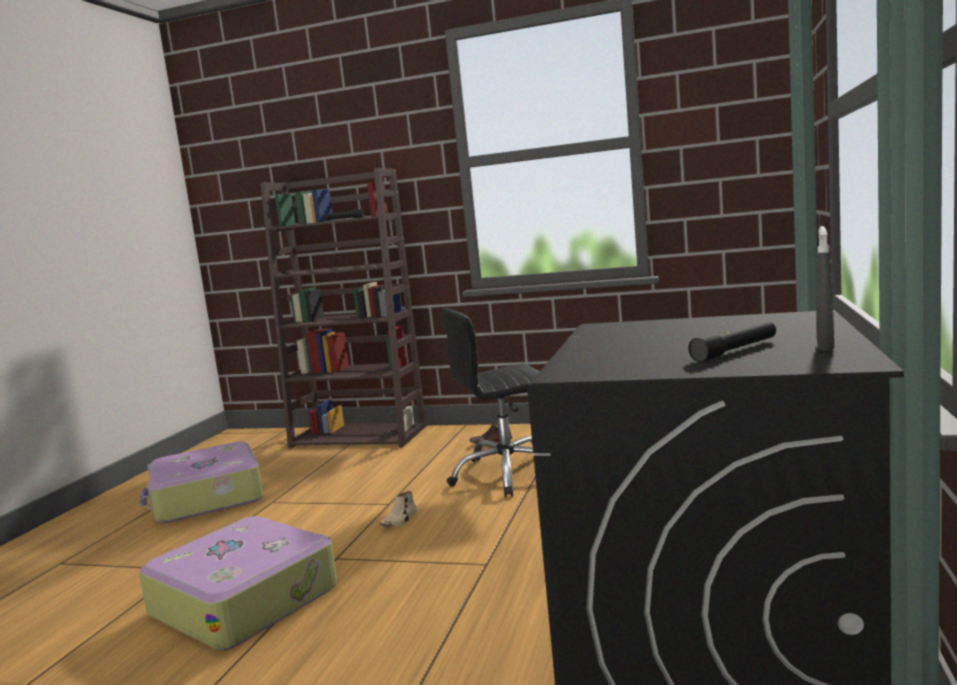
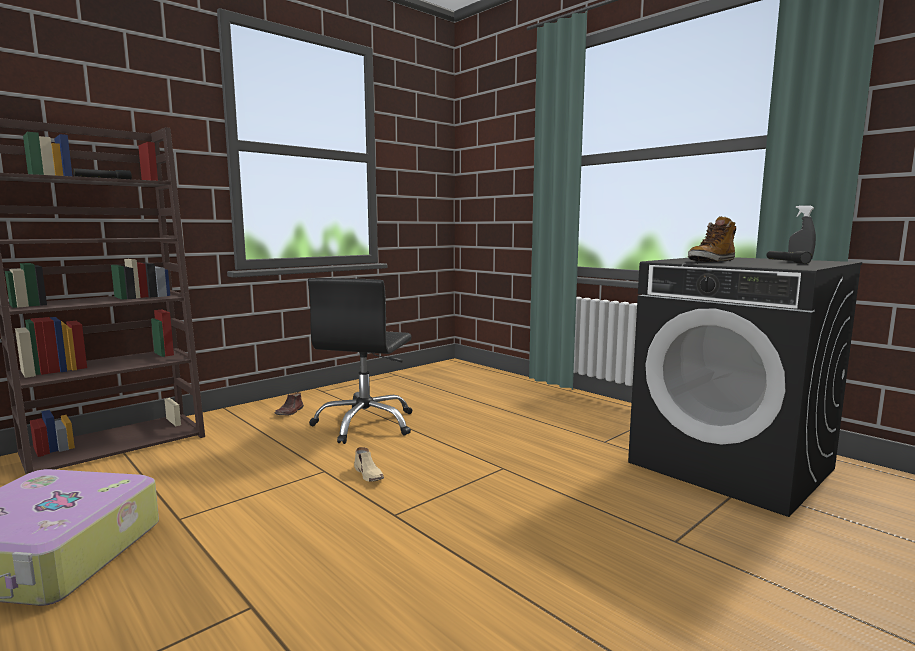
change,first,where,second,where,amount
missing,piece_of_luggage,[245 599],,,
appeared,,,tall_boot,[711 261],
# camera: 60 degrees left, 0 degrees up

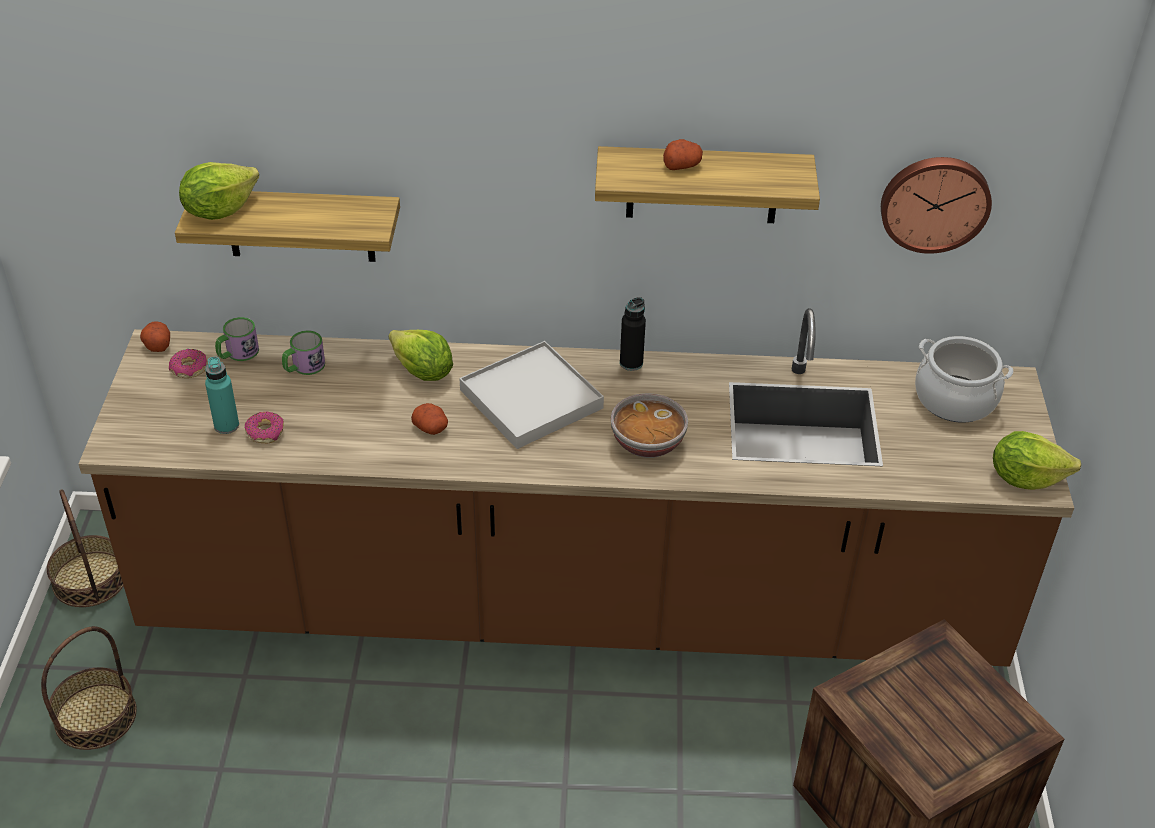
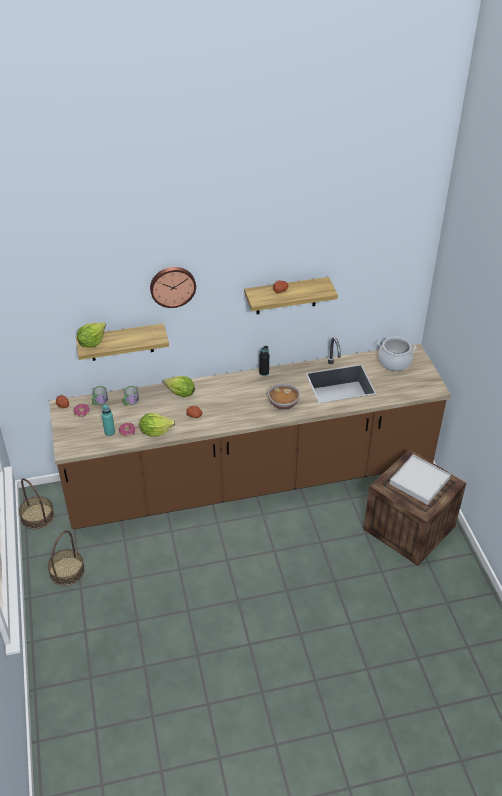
change,first,where,second,where,amount
relocated,clock_on_the_wall,[934 202],,[172 286],
relocated,white_tray,[531 399],,[419 481],
relocated,lettuce_head,[1025 478],,[155 431],
# camera: 15 degrees left, 0 degrees up

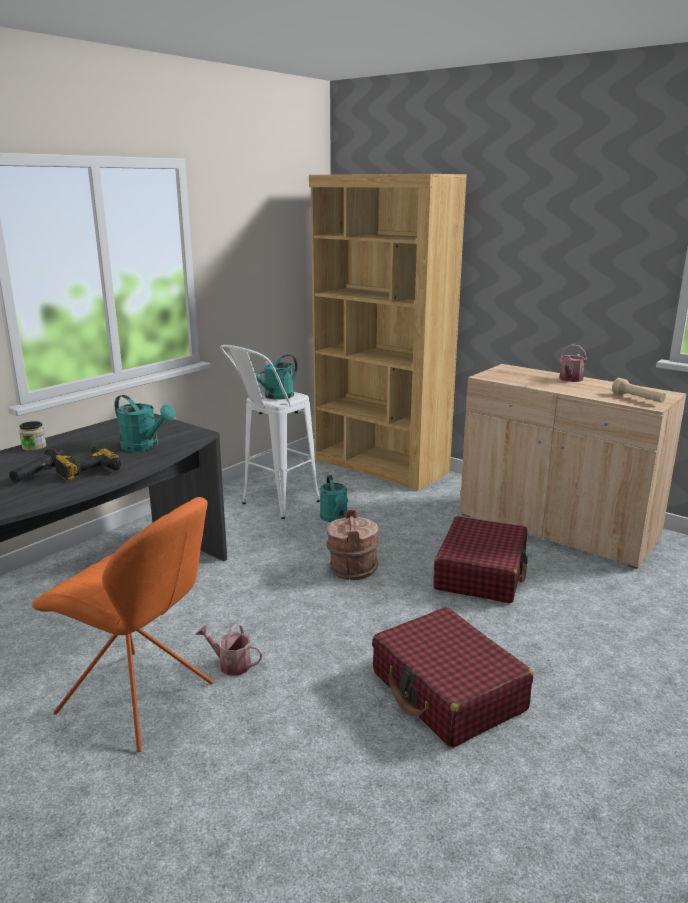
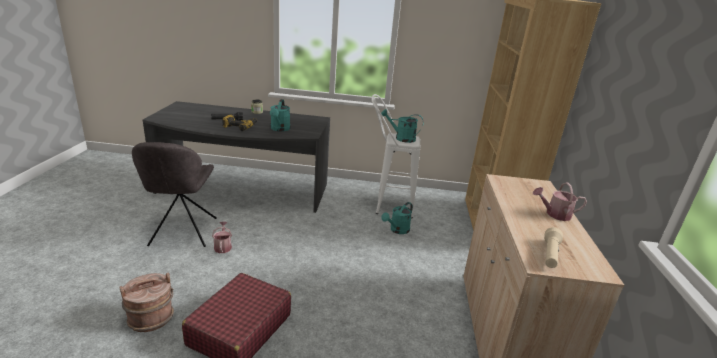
change,first,where,second,where,amount
colour,orange-coloured_upright_chair,[140 700],gray_upright_chair,[183 233],
relocated,brownish_pail,[352 569],,[151 318],
missing,reddish_piece_of_luggage,[481 573],,,
# camera: 55 degrees right, 5 degrees up

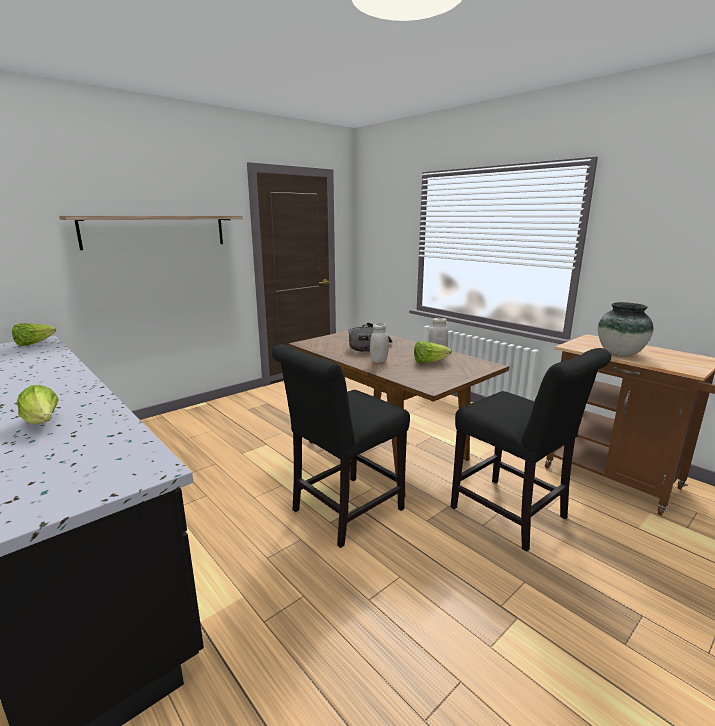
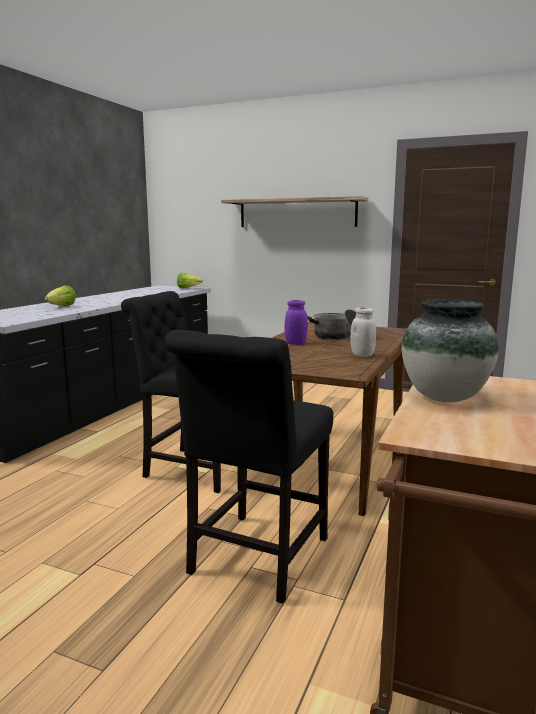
change,first,where,second,where,amount
colour,white_preserve_jar,[379 361],purple_preserve_jar,[295 343],
missing,lettuce_head,[429 362],,,
# camera: 65 degrees right, 5 degrees down

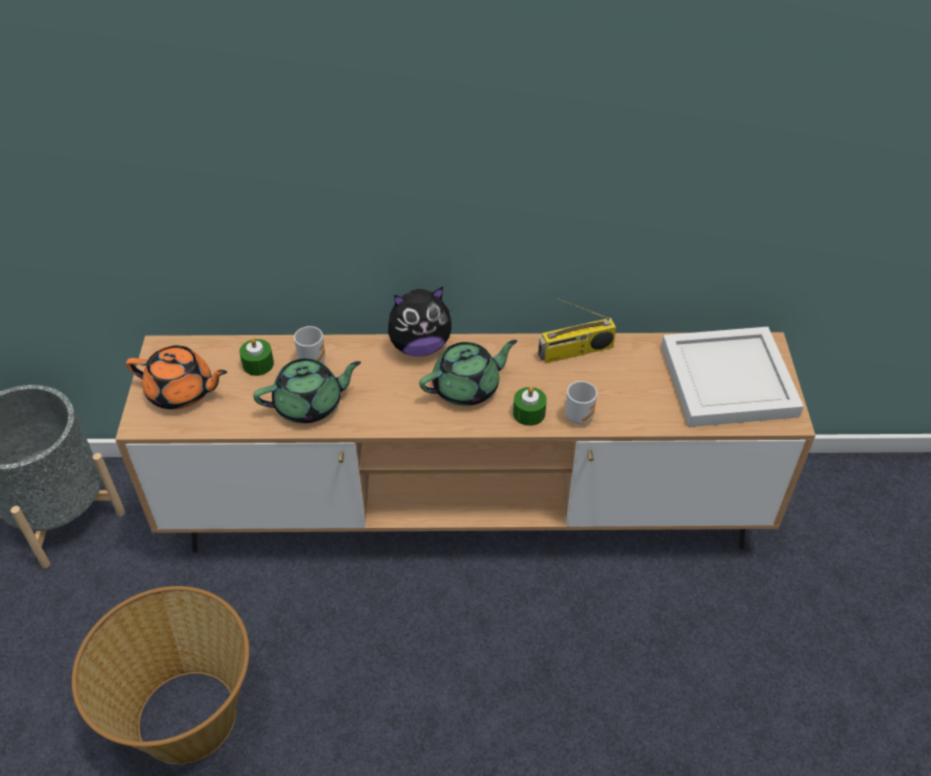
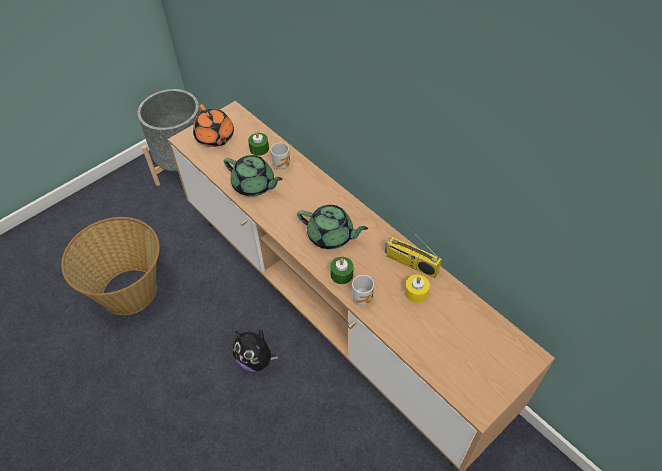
change,first,where,second,where,amount
relocated,soft_toy,[420 346],,[256 359],
missing,white_tray,[729 379],,,
appeared,,,yellow_wax_candle,[416 292],
# camera: 50 degrees right, 5 degrees up

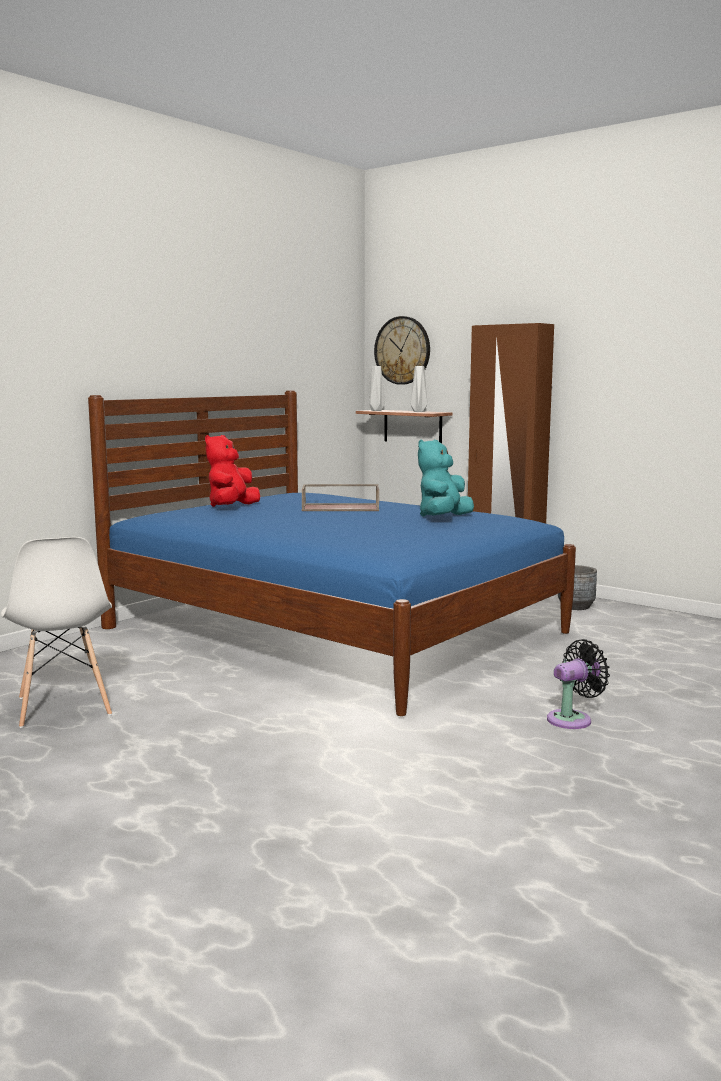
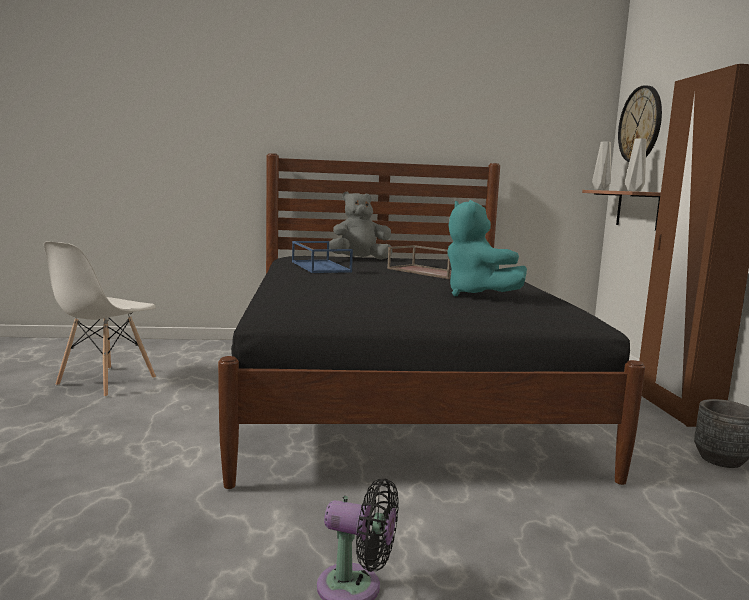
change,first,where,second,where,amount
colour,bluish_sleeping_bed,[333 631],black-coloured_sleeping_bed,[396 393],
colour,reddish_soft_toy,[232 507],gray_soft_toy,[359 259],
spun,turquoise_soft_toy,[443 518],,[476 294],105 degrees counterclockwise
appeared,,,bluish_tray,[319 266],
# camera: 45 degrees right, 0 degrees up

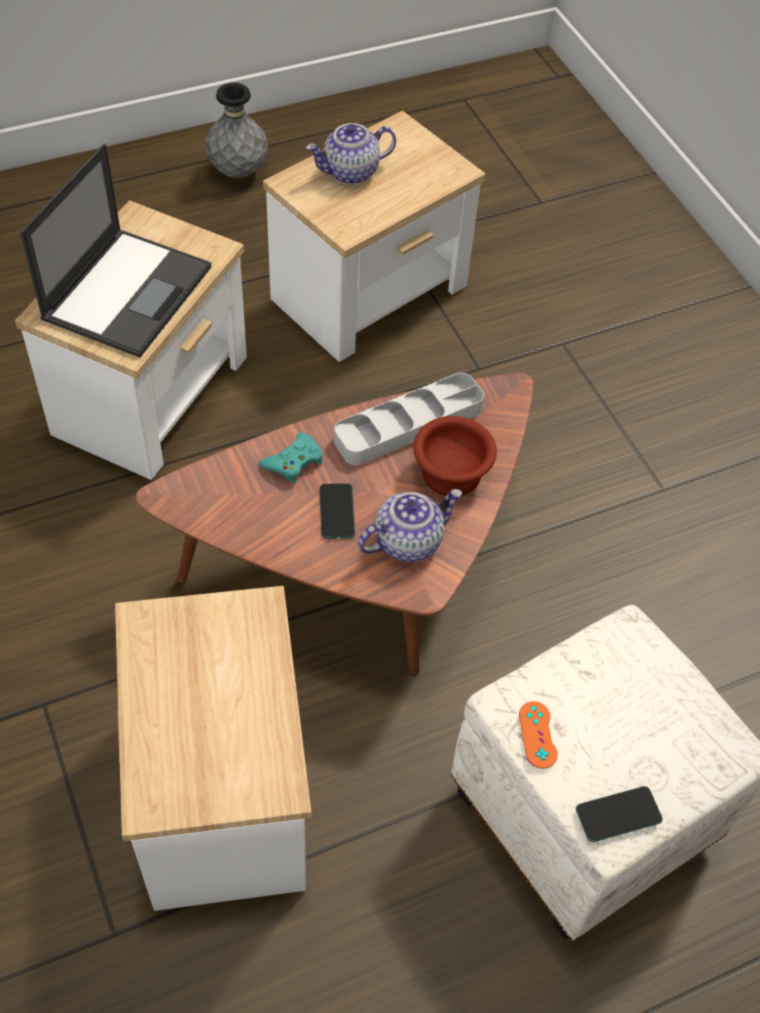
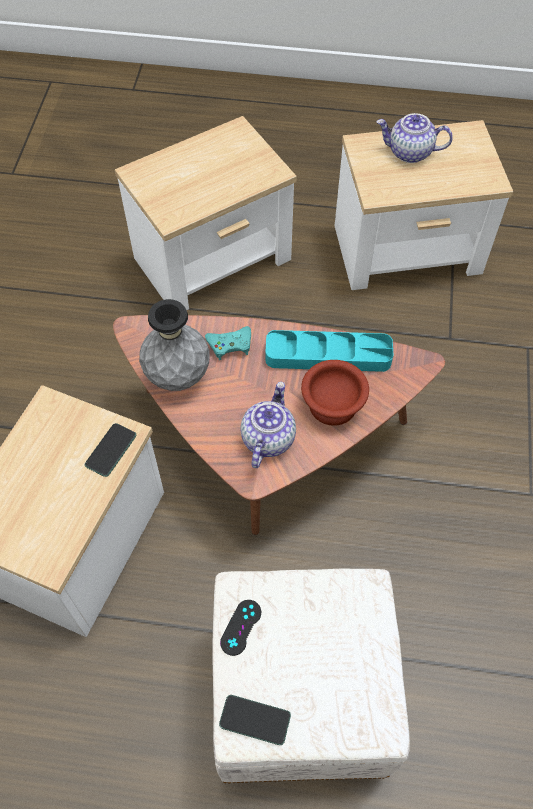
change,first,where,second,where,amount
relocated,gray_decorative_vase,[238 172],,[178 376],
missing,notebook_computer,[128 291],,,
colour,gray_tray,[408 424],turquoise_tray,[328 355],
relocated,phone,[337 512],,[111 450],
spun,tea_pot,[408 540],,[267 438],75 degrees counterclockwise
colour,orange-coloured_game_controller,[537 735],black-coloured_game_controller,[241 627],
# camera: 35 degrees right, 5 degrees up

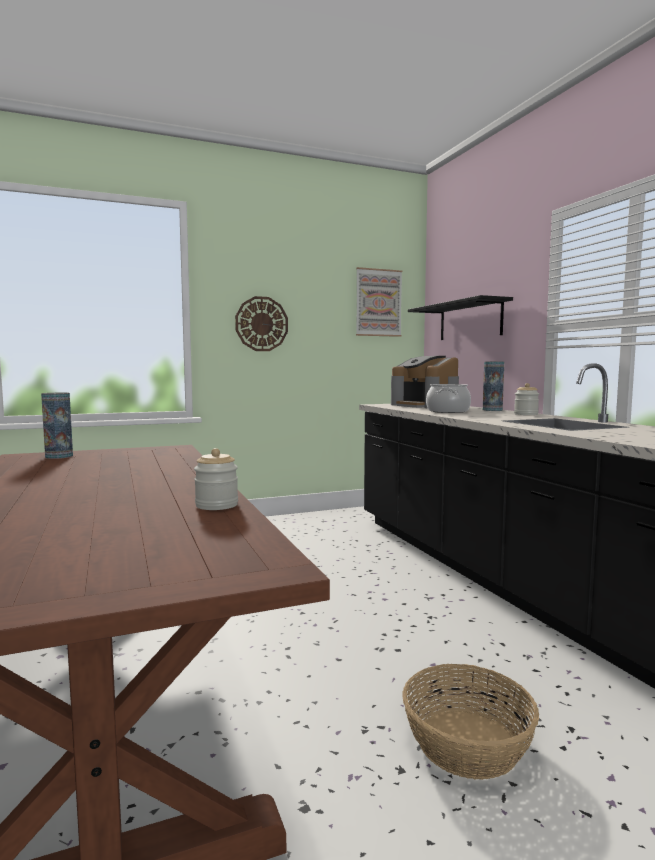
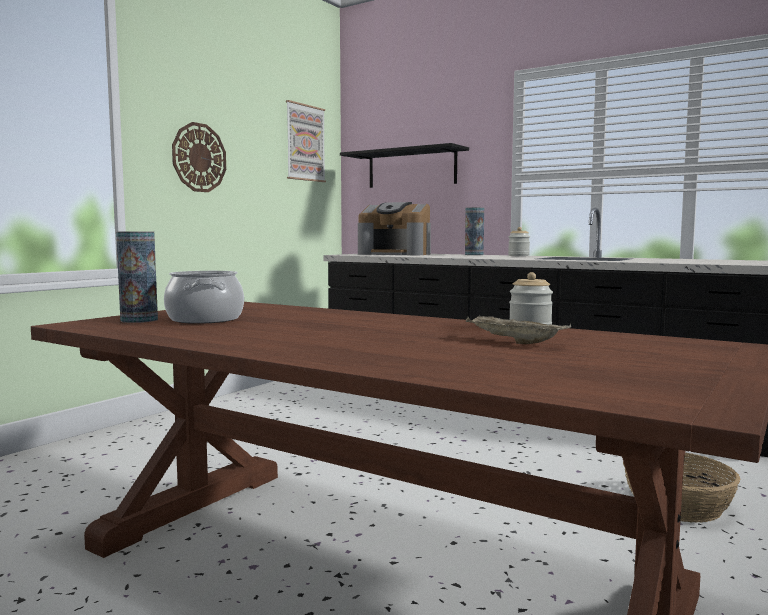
change,first,where,second,where,amount
relocated,stockpot,[447 411],,[204 319],
appeared,,,beige_tray,[513 342],
# camera: 35 degrees left, 0 degrees up

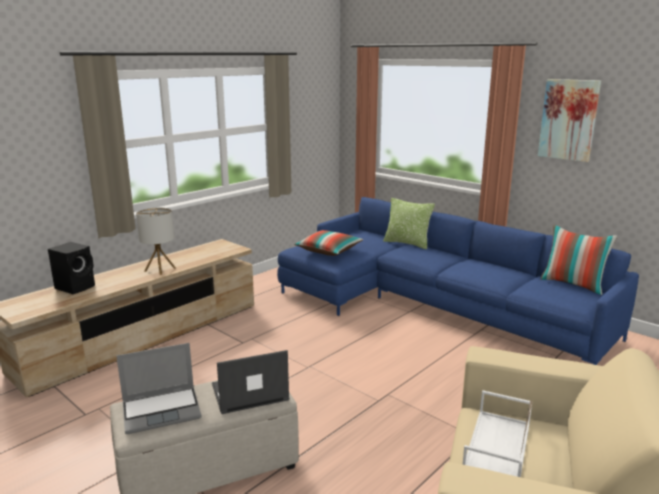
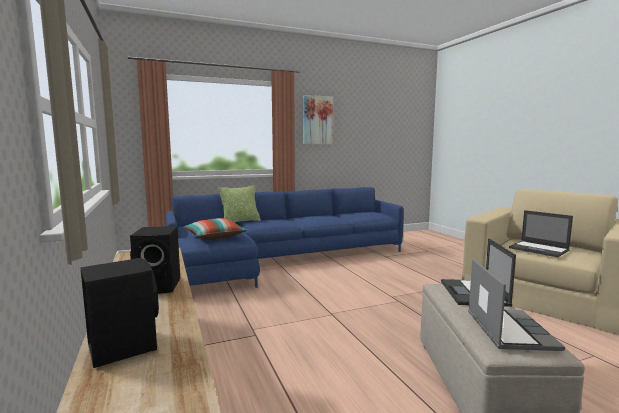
change,first,where,second,where,amount
exchanged,tabletop_lamp,[160 269],black-coloured_speaker,[160 286],
missing,throw_pillow,[573 284],,,
exchanged,white_tray,[498 447],notebook_computer,[539 249],
# camera: 65 degrees left, 10 degrees down

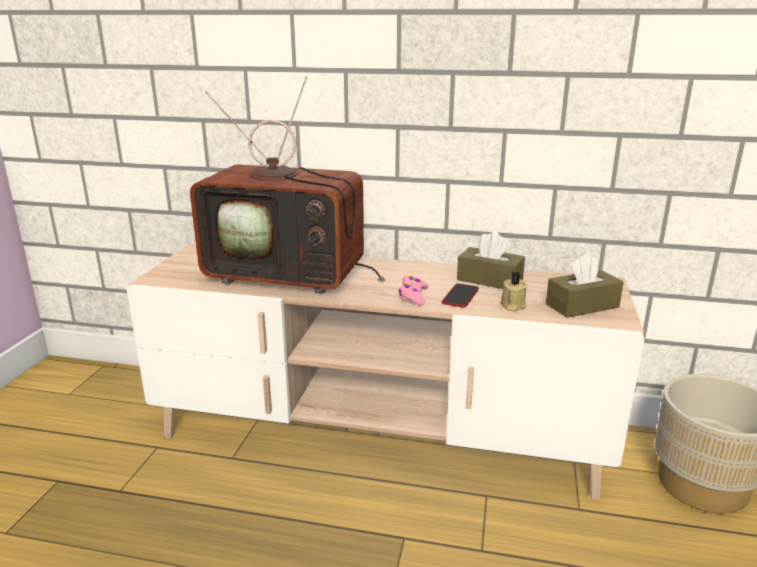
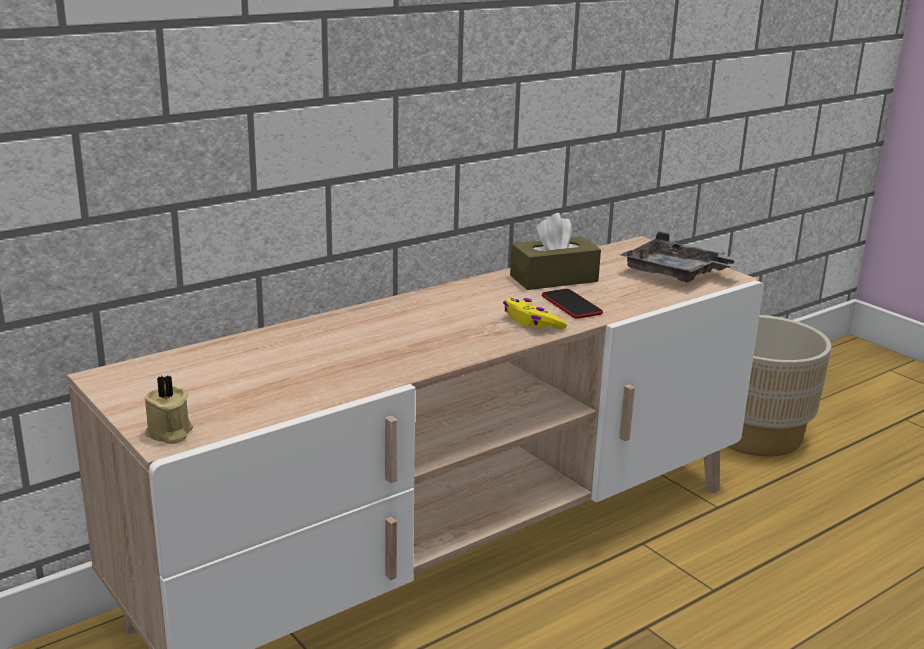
change,first,where,second,where,amount
missing,TV_set,[292 275],,,
exchanged,brownish_tissue_holder,[582 305],gray_tray,[676 274],
relocated,beige_wax_candle,[512 305],,[169 433],
colour,pink_game_controller,[413 296],yellow_game_controller,[532 322],
# camera: 50 degrees left, 0 degrees up

